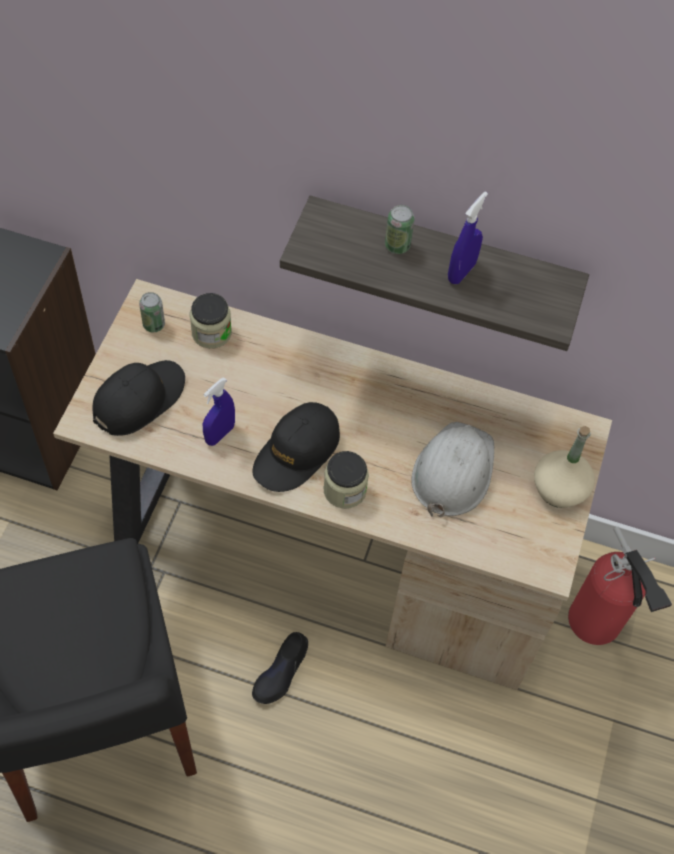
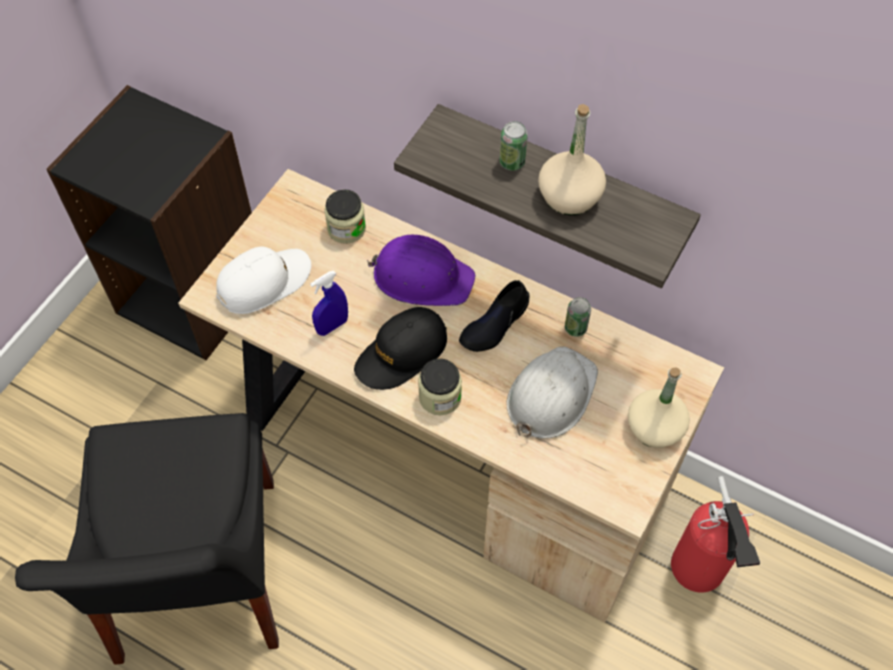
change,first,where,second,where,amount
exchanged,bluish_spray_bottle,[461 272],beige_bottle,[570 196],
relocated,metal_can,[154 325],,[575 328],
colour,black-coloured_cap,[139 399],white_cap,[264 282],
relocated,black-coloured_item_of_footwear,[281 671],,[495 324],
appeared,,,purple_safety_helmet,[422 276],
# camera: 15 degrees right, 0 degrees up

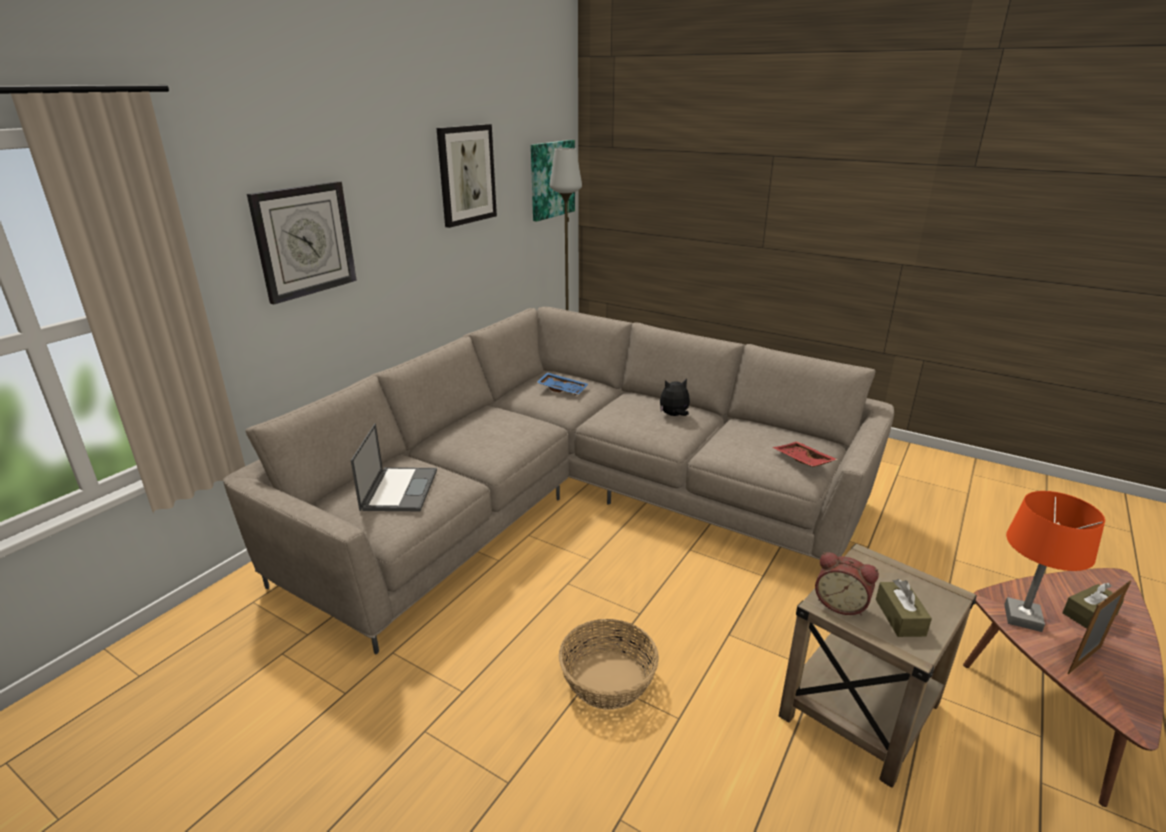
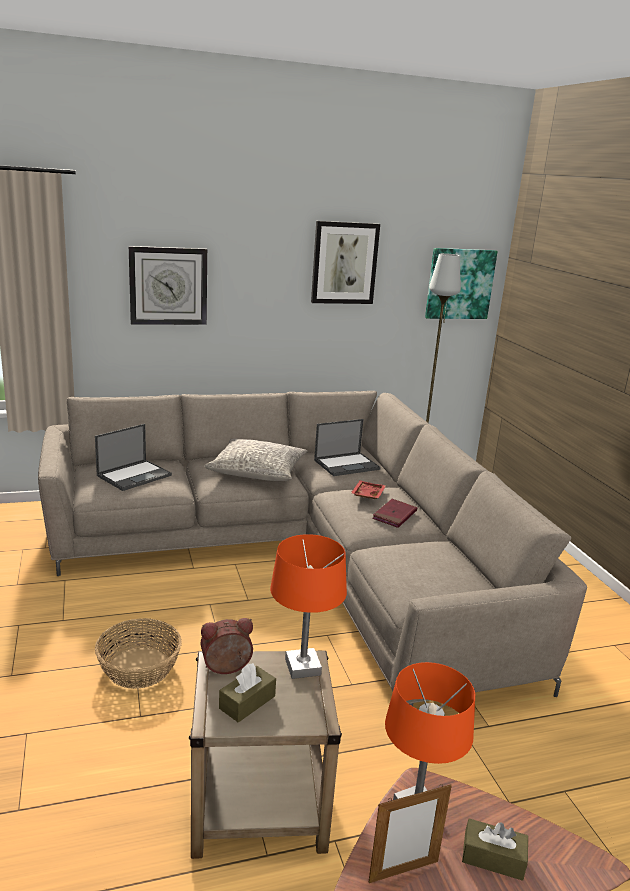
change,first,where,second,where,amount
exchanged,bluish_tray,[562 389],notebook_computer,[347 464],
exchanged,soft_toy,[674 415],reddish_volume,[394 515],
relocated,reddish_tray,[802 461],,[367 495],
spun,table_clock,[841 603],,[226 668],90 degrees clockwise
spun,picture_frame,[1084 660],,[403 871],150 degrees clockwise
appeared,,,gray_throw_pillow,[257 471],
appeared,,,orange-coloured_tabletop_lamp,[303 667],
# camera: 40 degrees right, 5 degrees down

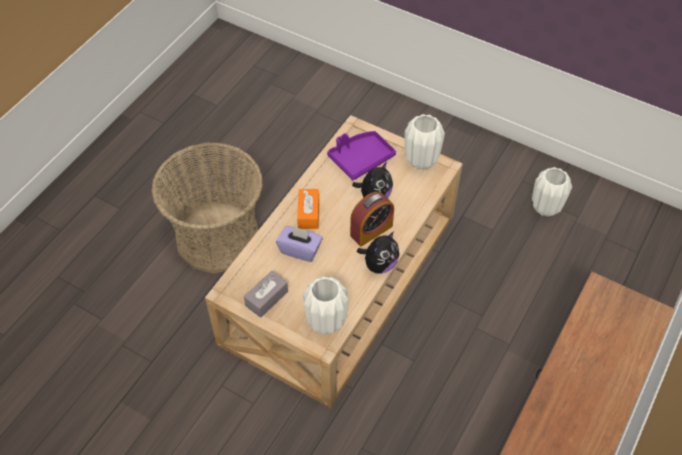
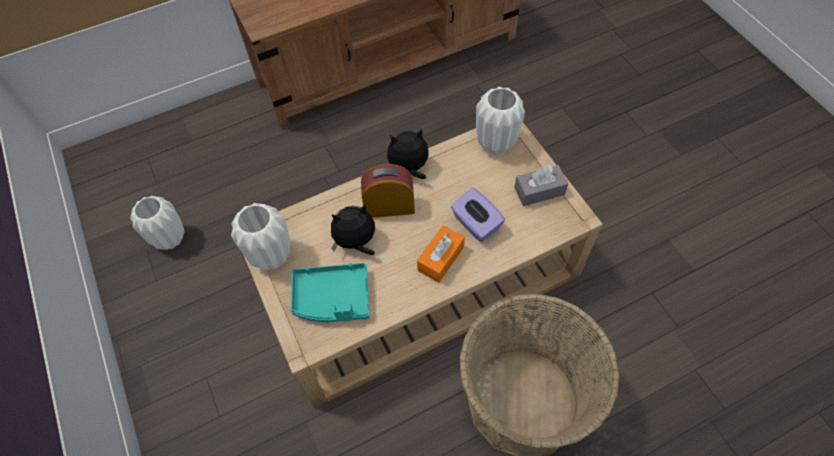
change,first,where,second,where,amount
colour,purple_tray,[360 159],turquoise_tray,[332 298],
# camera: 145 degrees left, 5 degrees up

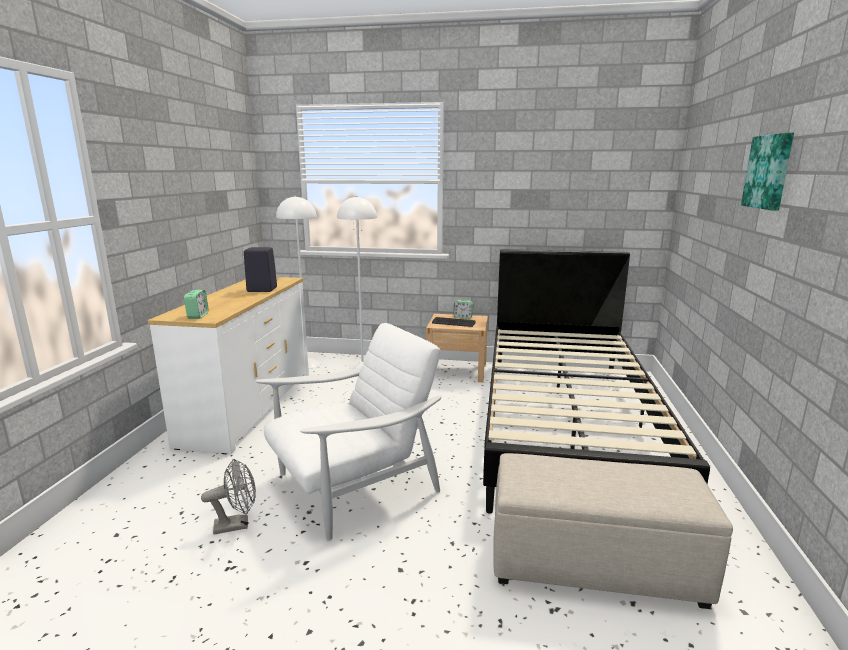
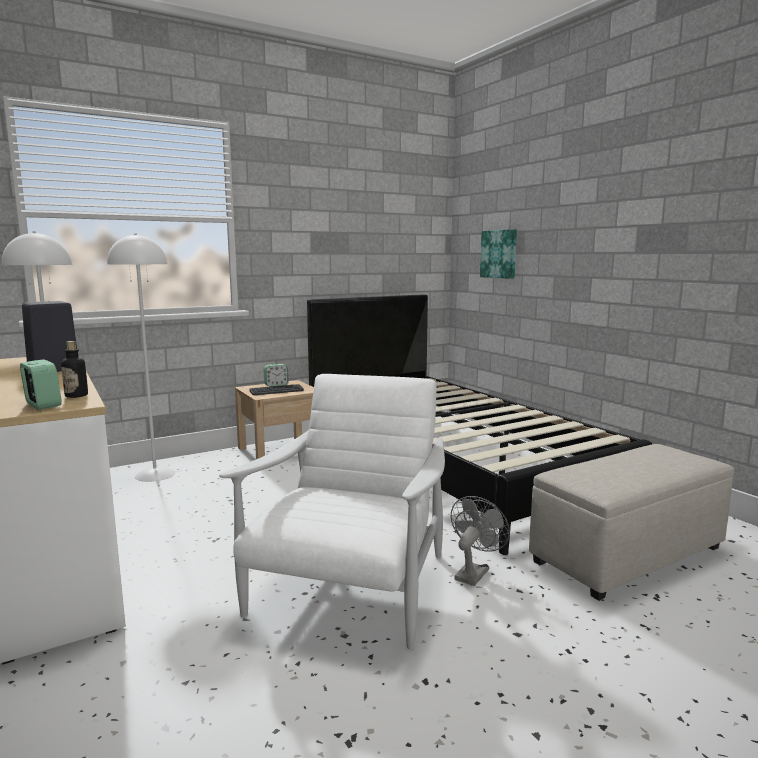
change,first,where,second,where,amount
relocated,wall_art,[769 172],,[499 254],
relocated,gray_fan,[237 524],,[473 572],
appeared,,,bottle,[76 395],
# camera: 40 degrees left, 5 degrees down

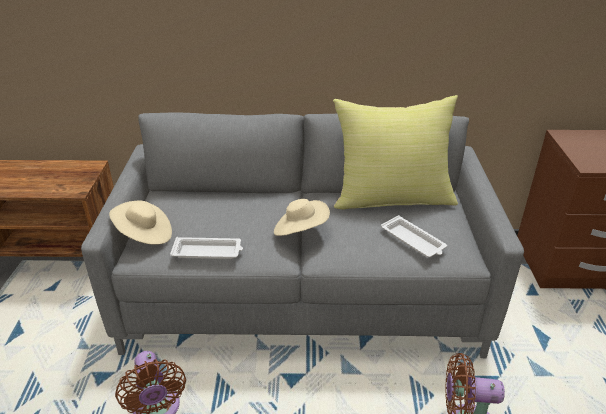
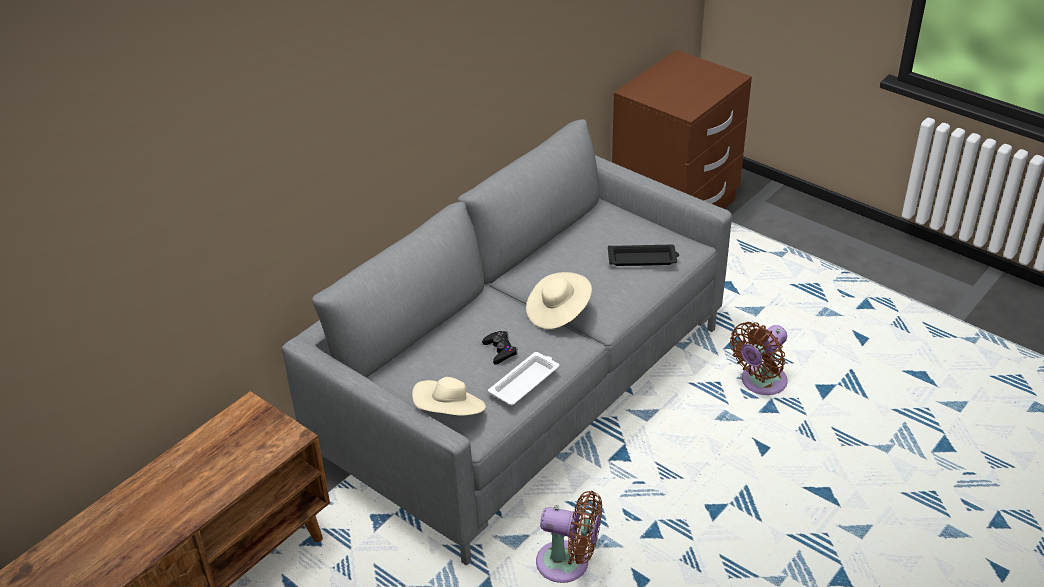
change,first,where,second,where,amount
missing,yellow_throw_pillow,[392 198],,,
colour,white_tray,[413 241],black-coloured_tray,[643 259],
appeared,,,black-coloured_game_controller,[500 350],
# camera: 50 degrees left, 5 degrees up

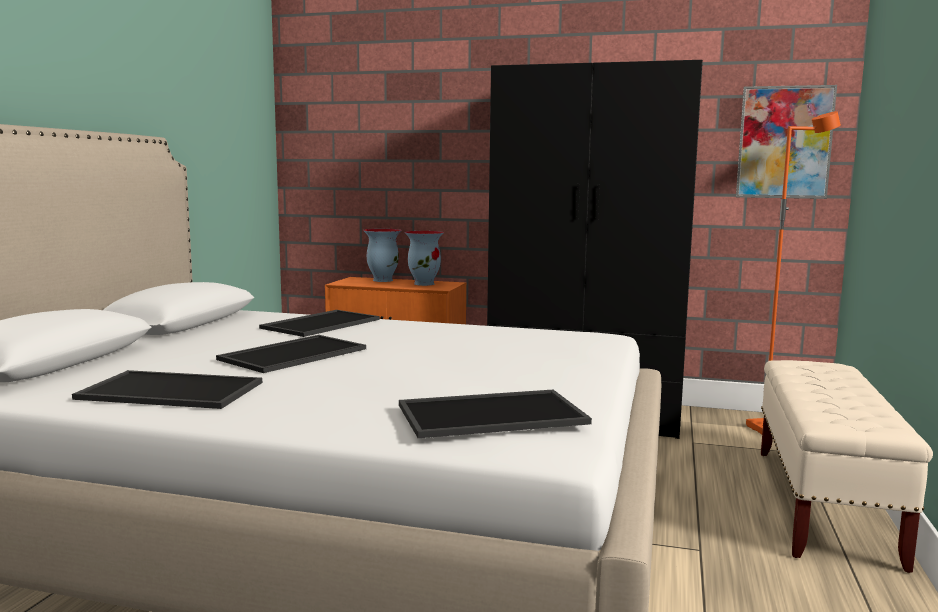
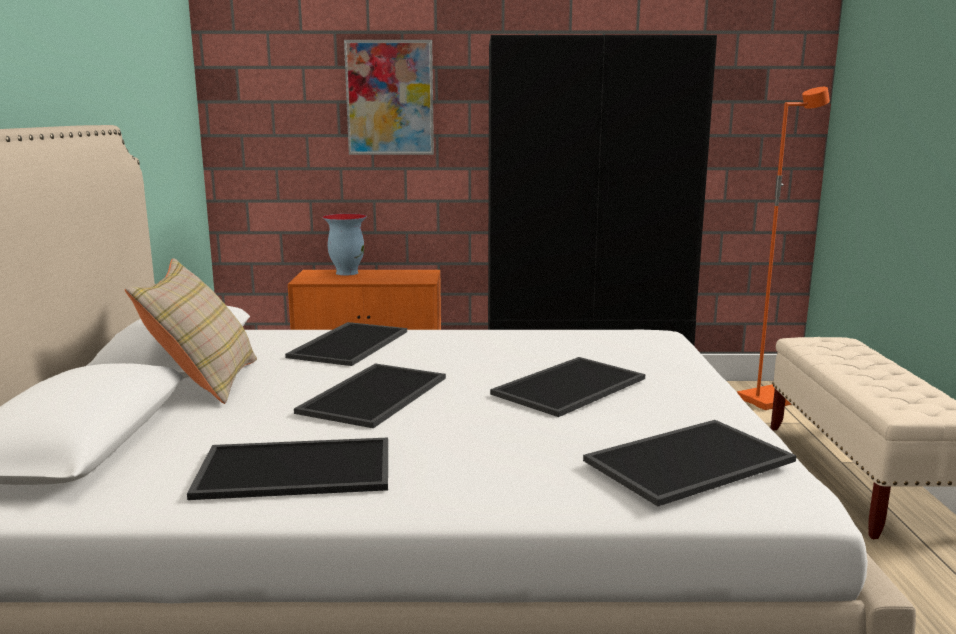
change,first,where,second,where,amount
relocated,wall_art,[784 142],,[390 98],
missing,decorative_vase,[424 284],,,
appeared,,,beige_throw_pillow,[204 382],
appeared,,,tray,[570 387],
# camera: 15 degrees left, 5 degrees up

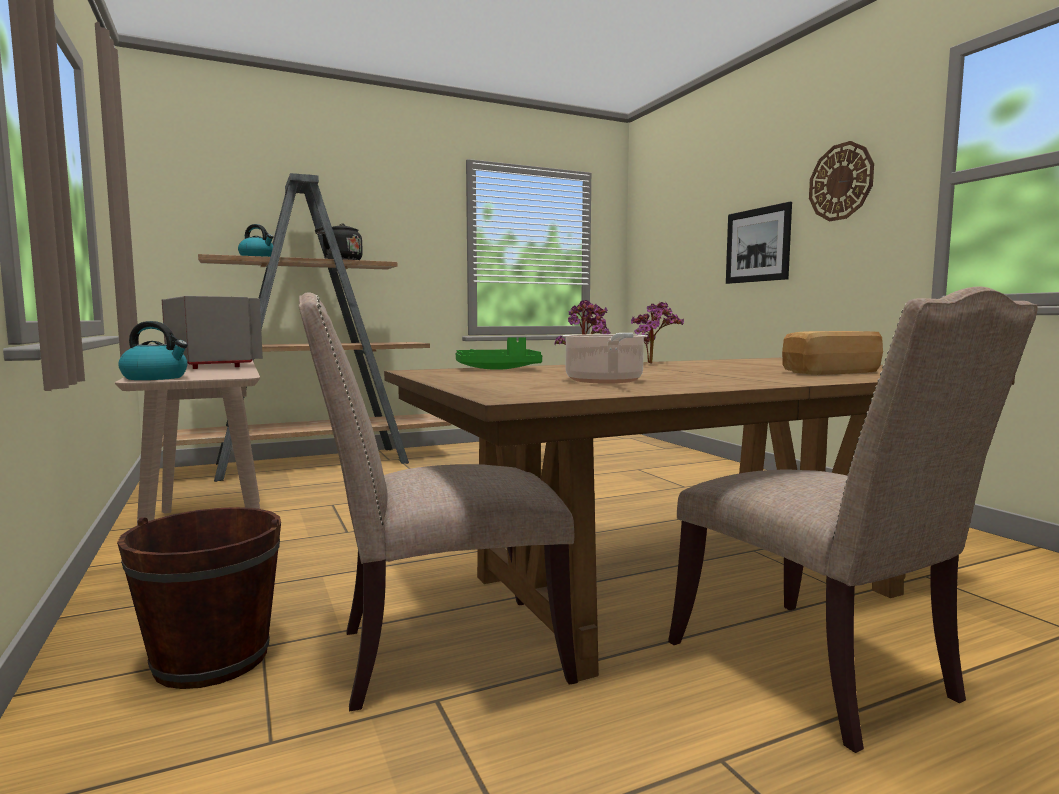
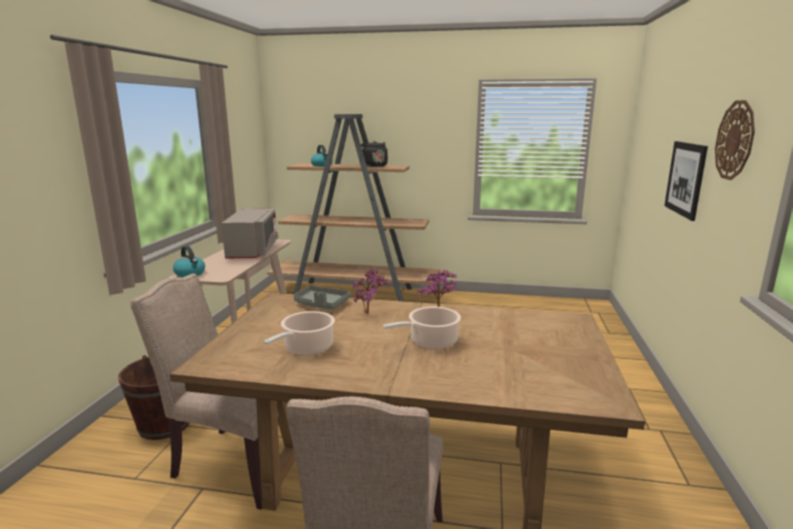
change,first,where,second,where,amount
missing,bread,[828 372],,,
colour,green_tray,[498 369],gray_tray,[321 304],
appeared,,,stockpot,[430 342],
# camera: 35 degrees right, 10 degrees up

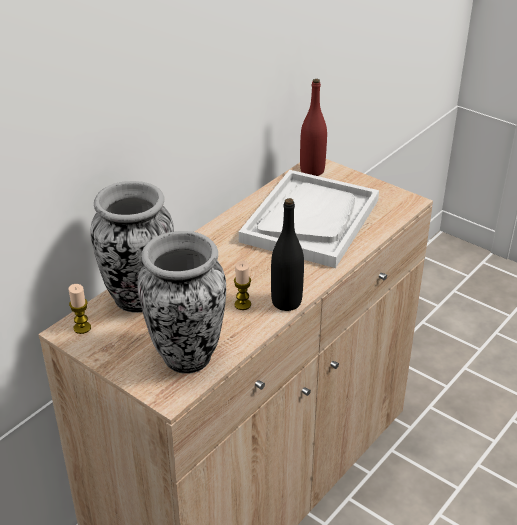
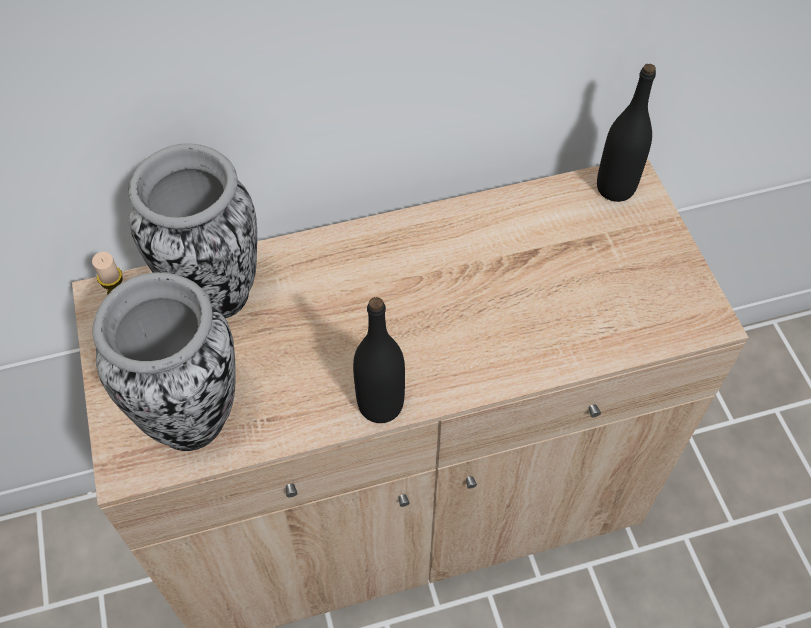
change,first,where,second,where,amount
colour,reddish_bottle,[312 171],black-coloured_bottle,[615 188],
missing,white_tray,[310 220],,,
missing,wax_candle,[242 304],,,
# camera: 35 degrees right, 20 degrees up

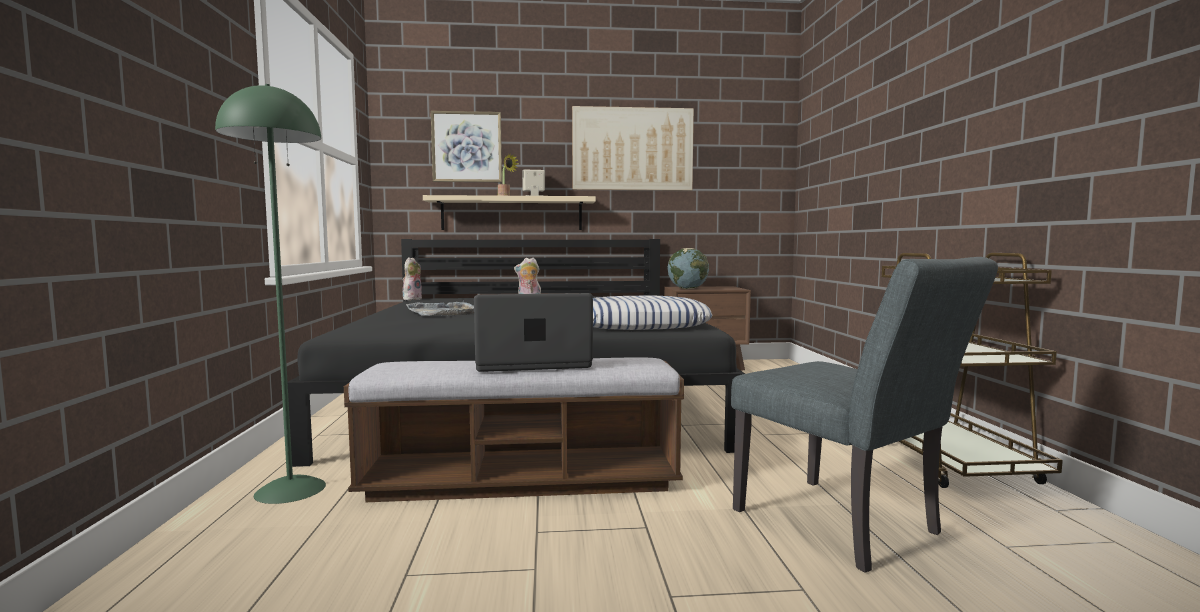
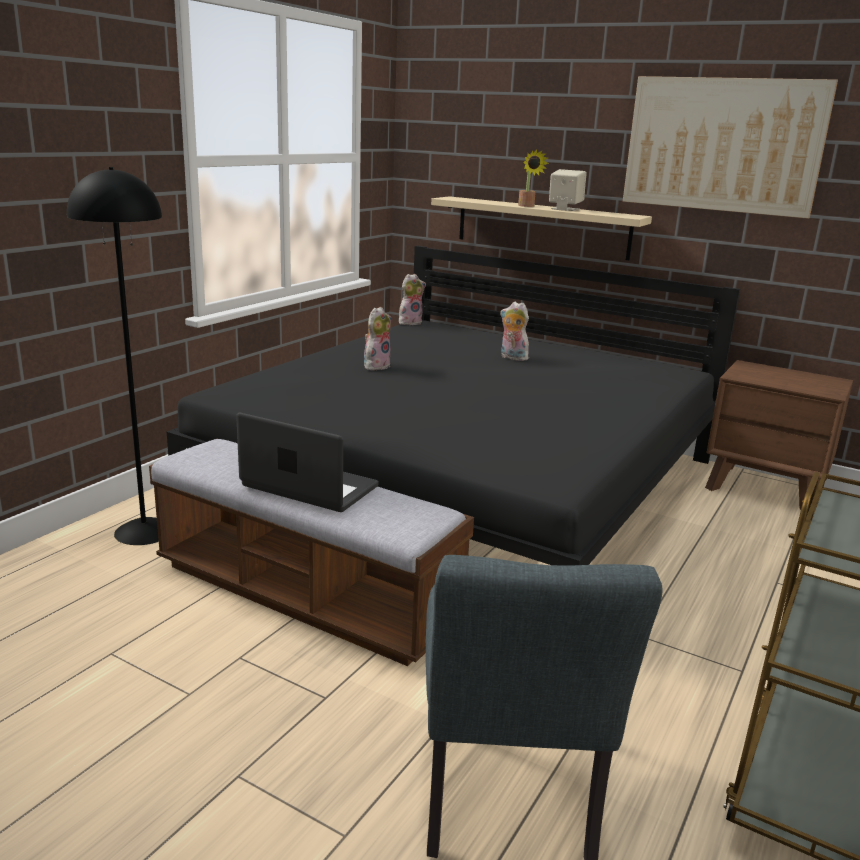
change,first,where,second,where,amount
colour,green_standing_lamp,[290 490],black-coloured_standing_lamp,[144 531],
missing,wall_art,[467 147],,,
missing,desk_globe,[688 289],,,
missing,throw_pillow,[640 325],,,
exchanged,gray_tray,[443 312],soft_toy,[376 366],
# camera: 35 degrees right, 15 degrees up

